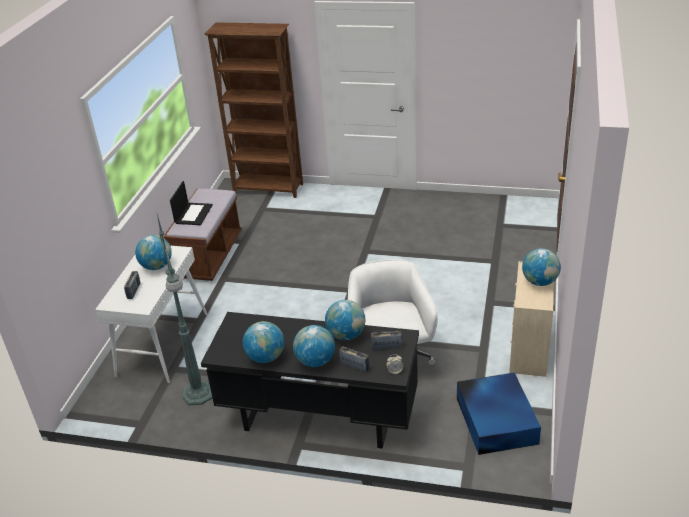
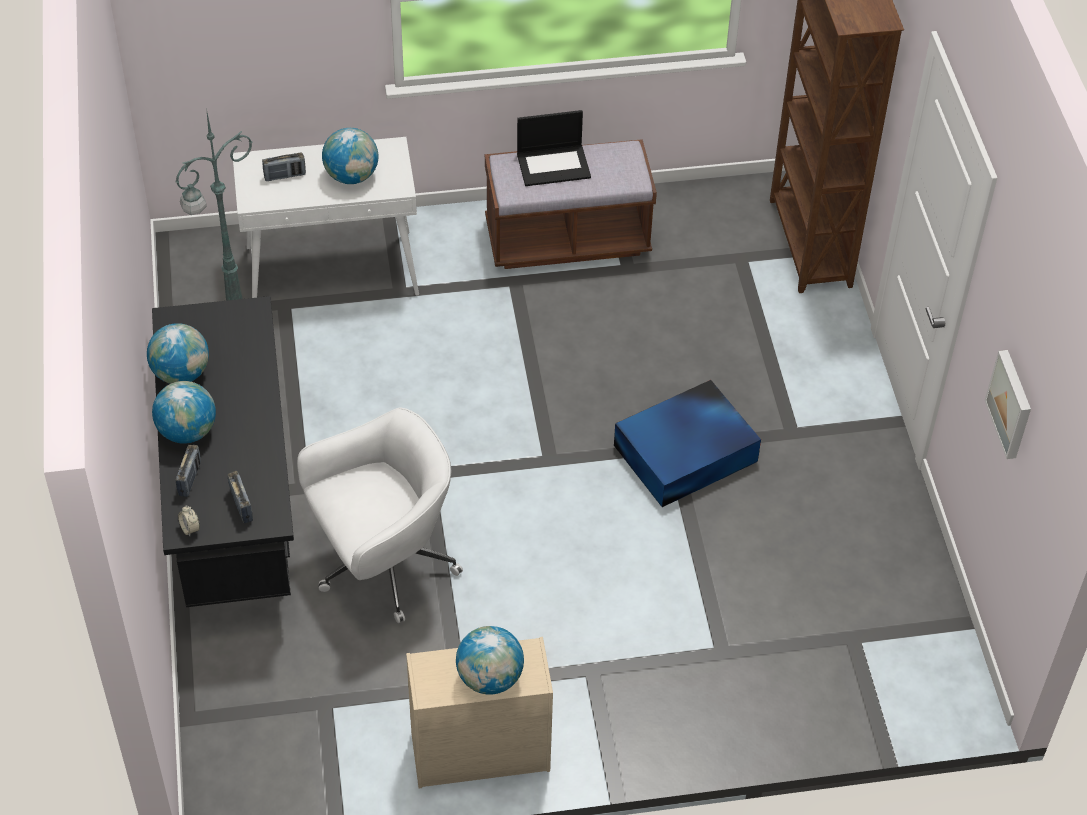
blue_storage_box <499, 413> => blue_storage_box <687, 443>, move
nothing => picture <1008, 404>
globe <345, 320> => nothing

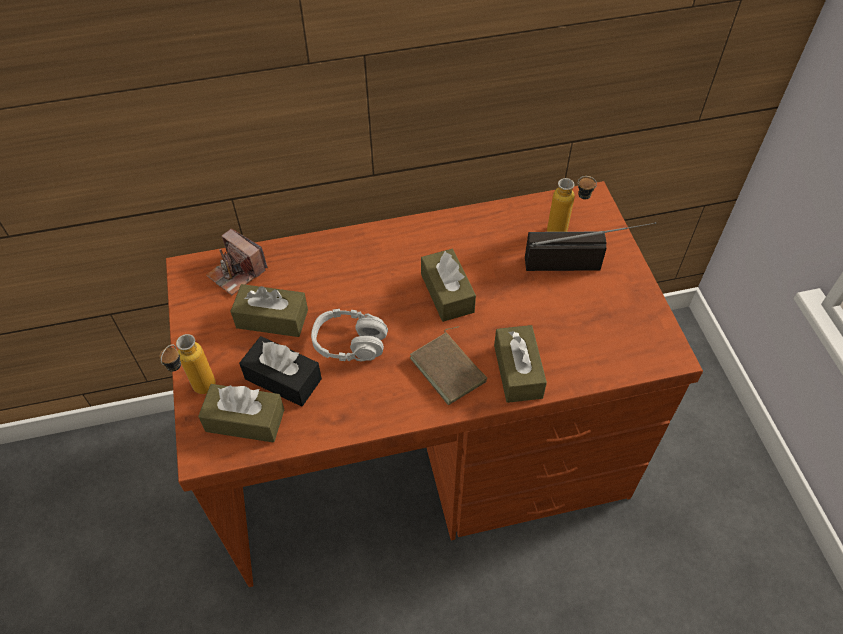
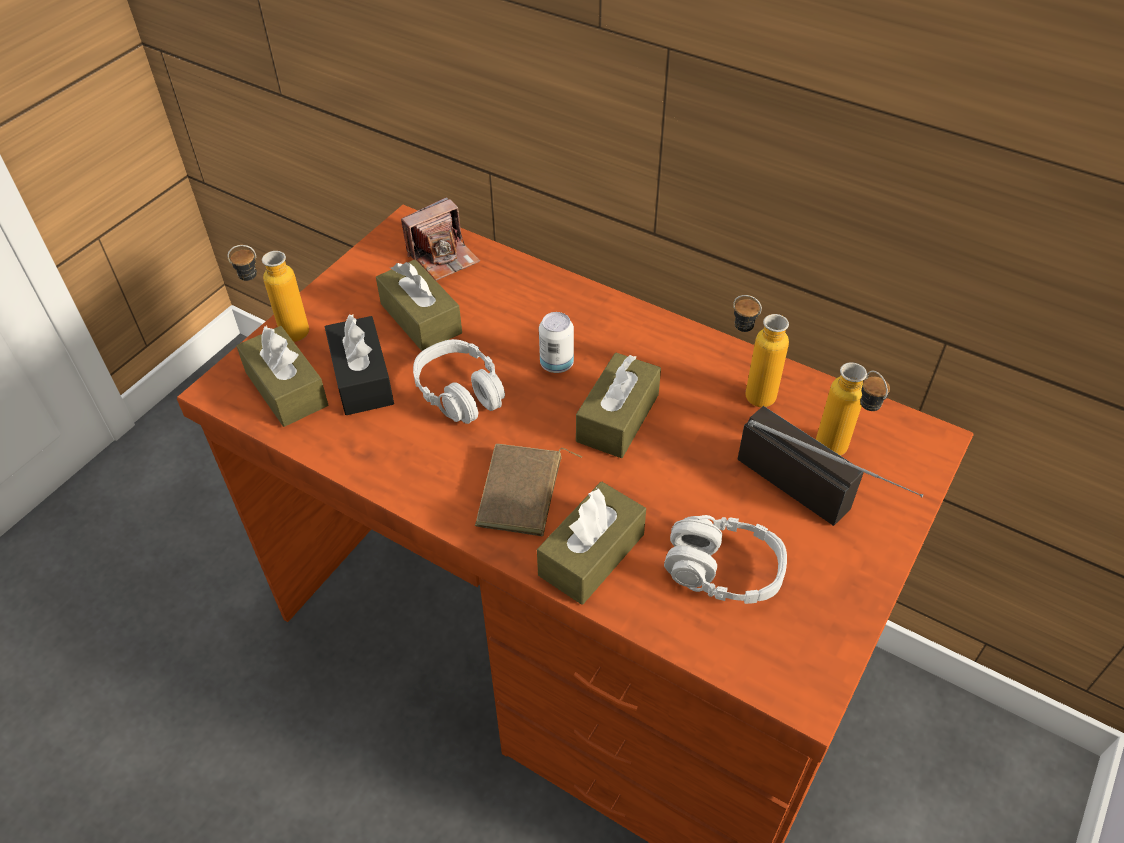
photo_camera <237, 261> => photo_camera <440, 239>, 120 degrees counterclockwise
nothing => can <556, 342>
nothing => grey_headphones <725, 559>
nothing => bottle <761, 351>

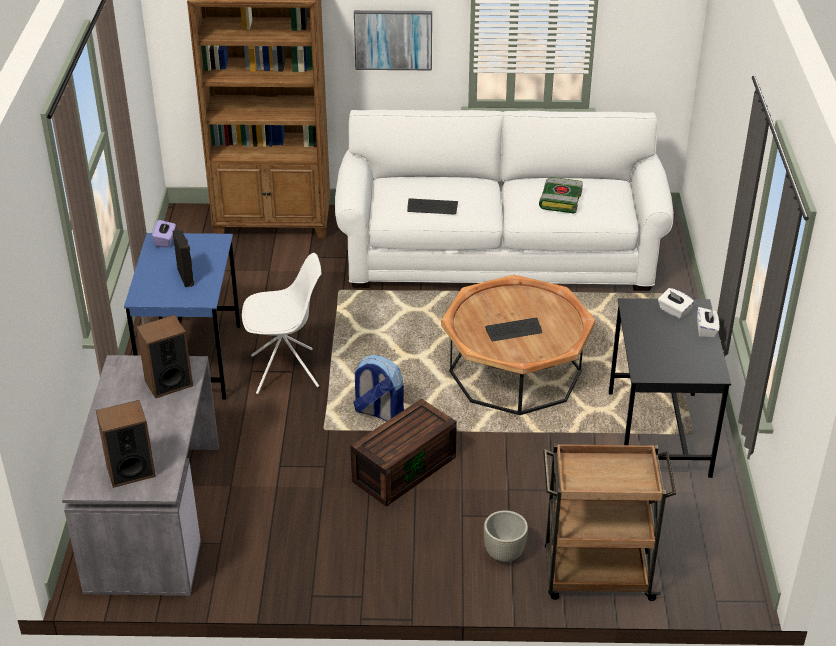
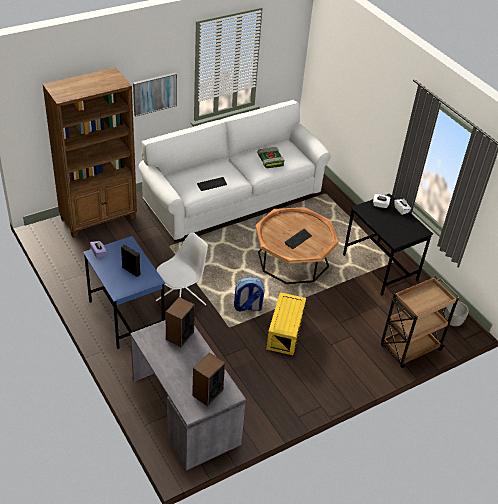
brown_storage_box <403, 452> => yellow_storage_box <286, 323>
grey_planter <506, 536> => grey_planter <457, 313>, move

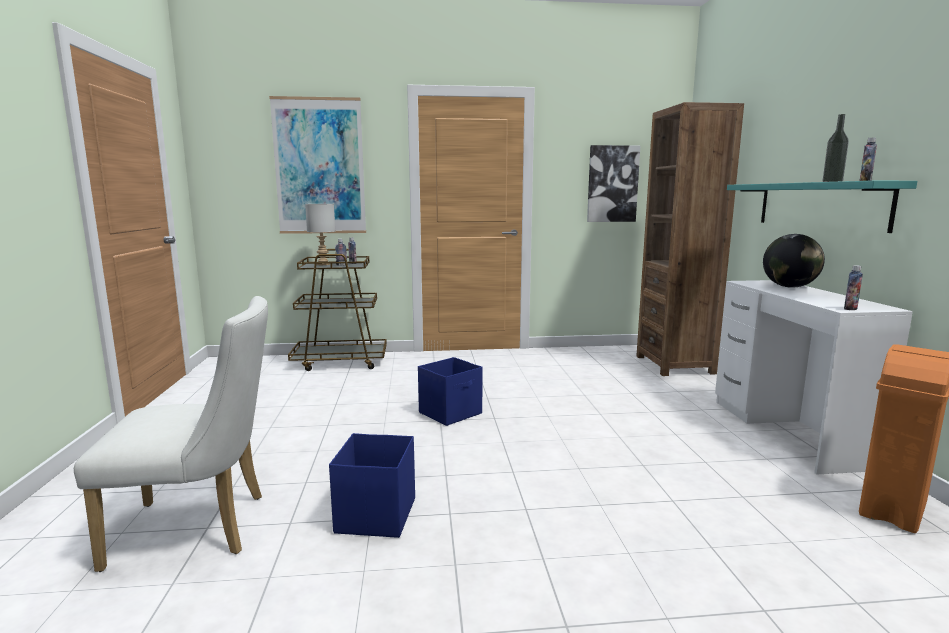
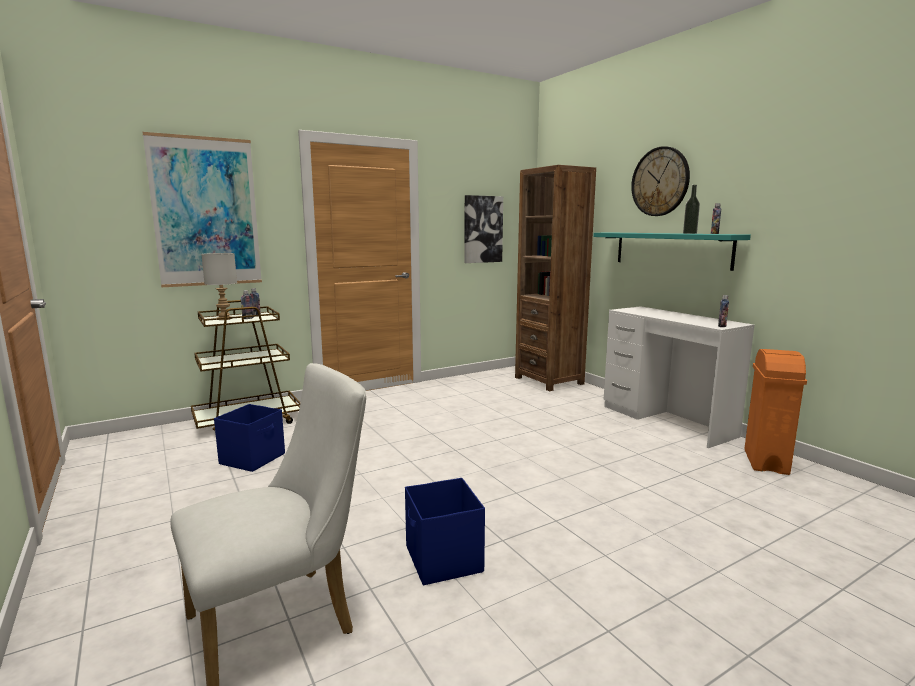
blue_storage_box <450, 391> => blue_storage_box <249, 438>, move
nothing => wall_clock <660, 181>
globe <794, 261> => nothing

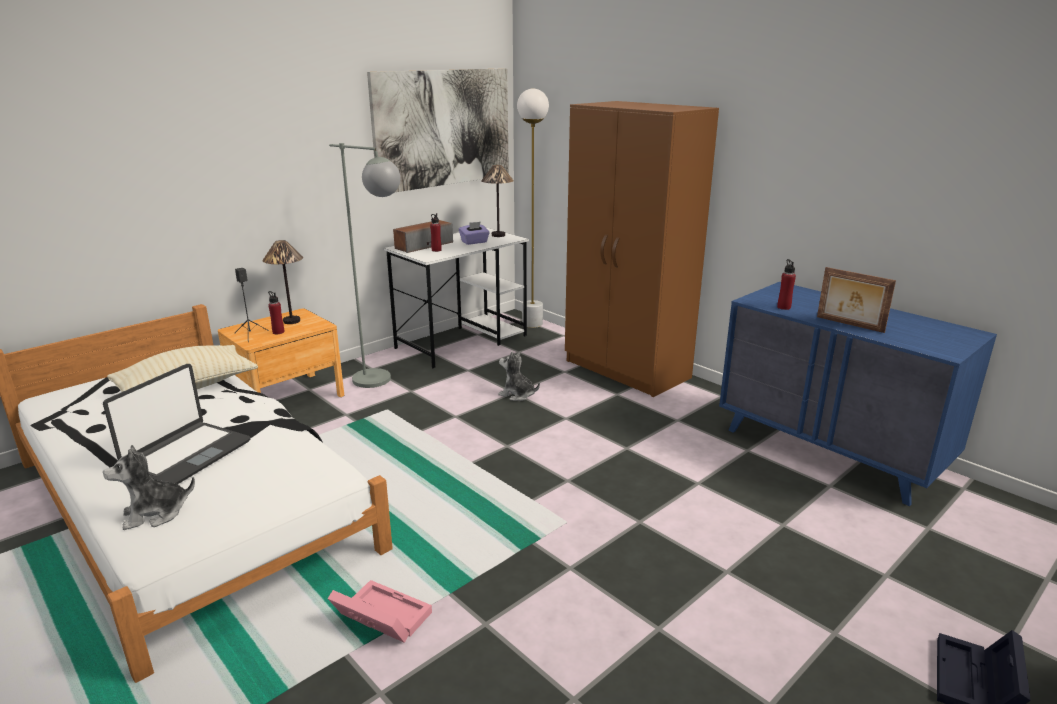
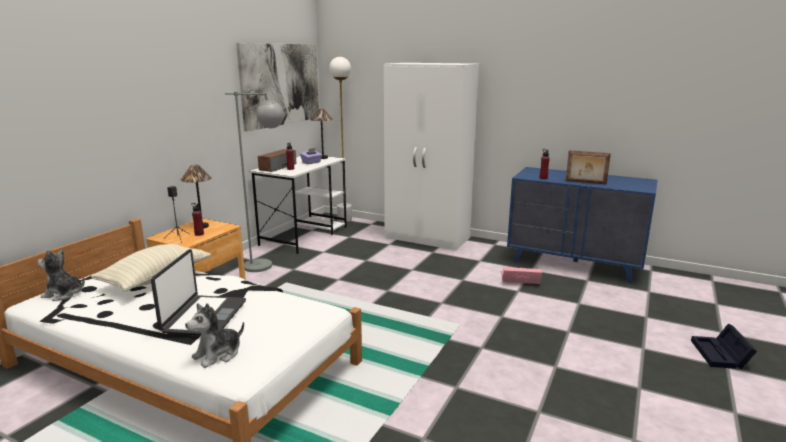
plush_toy <519, 376> => plush_toy <61, 275>, move
brown_wardrobe <642, 249> => white_wardrobe <431, 157>
pink_storage_box <380, 611> => pink_storage_box <521, 275>, move

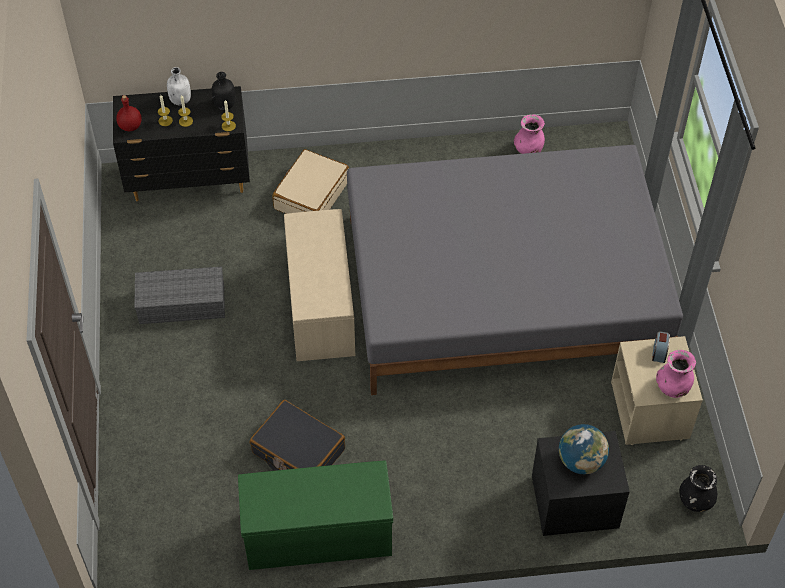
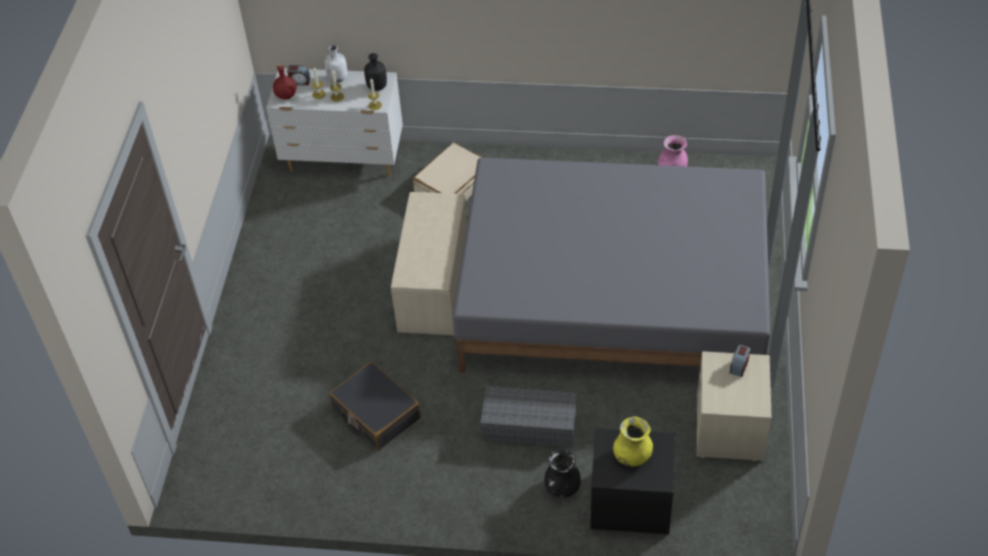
black_dresser <181, 143> => white_dresser <334, 122>
nothing => alarm_clock <298, 75>
grey_storage_box <179, 295> => grey_storage_box <529, 416>, move
black_vase <698, 488> => black_vase <562, 473>, move
globe <584, 449> => yellow_vase <633, 442>
green_bench <315, 515> => nothing
pink_vase <676, 374> => nothing

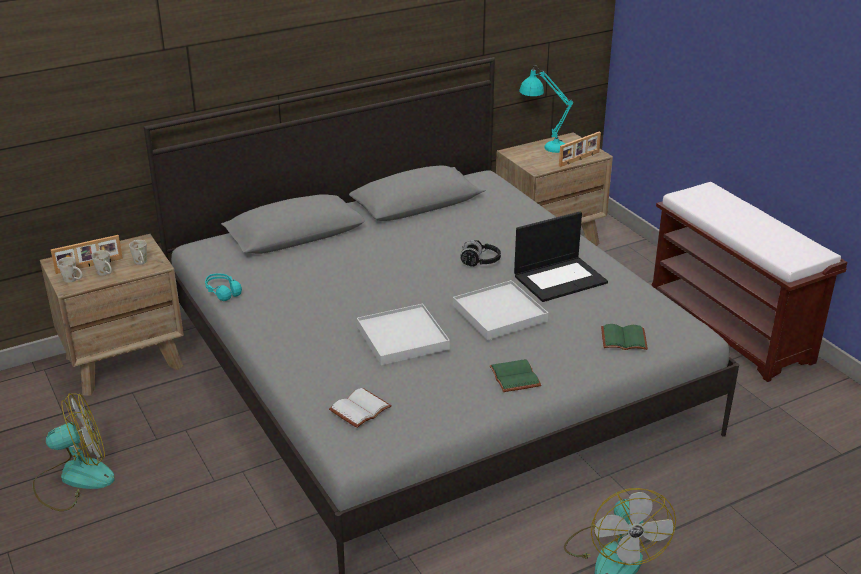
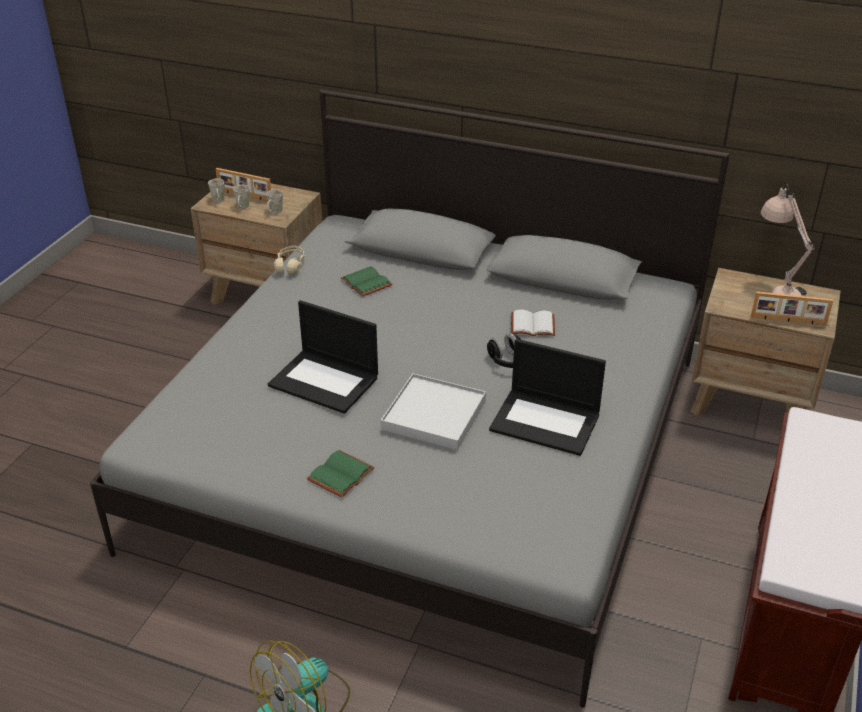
white_tray <403, 334> => laptop <323, 357>
turquoise_headphones <223, 287> => beige_headphones <289, 260>
green_book <624, 337> => green_book <366, 281>, move
white_book <360, 408> => white_book <533, 323>, move
turquoise_table_lamp <546, 109> => beige_table_lamp <787, 239>
fan <74, 452> => nothing

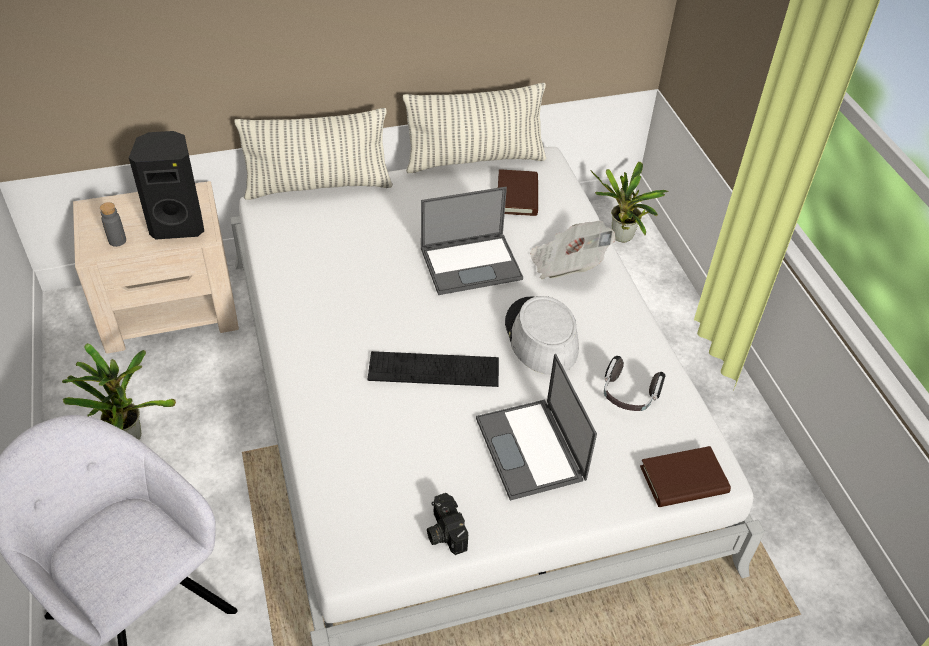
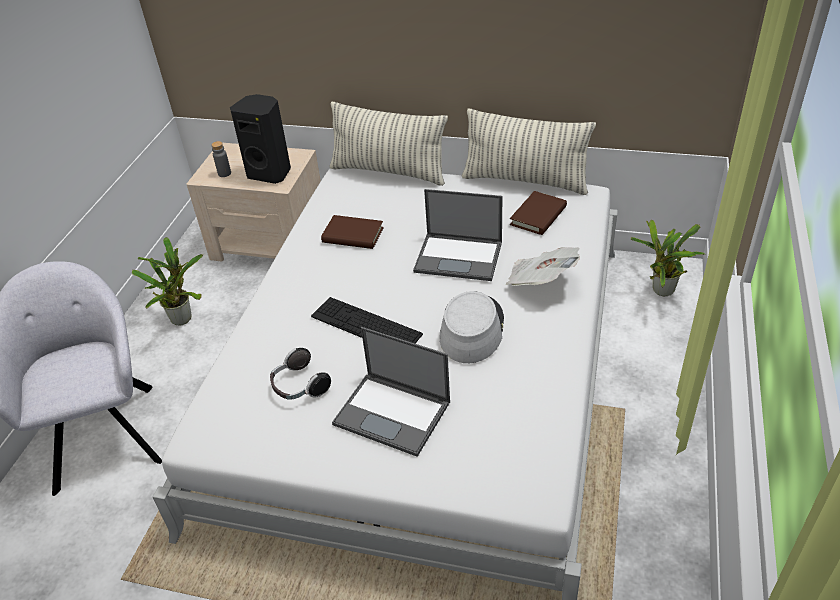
headphones <635, 383> => headphones <300, 374>, move
brown_book <685, 476> => brown_book <352, 232>, move
laptop <536, 427> => laptop <391, 392>, 75 degrees counterclockwise
photo_camera <447, 524> => nothing

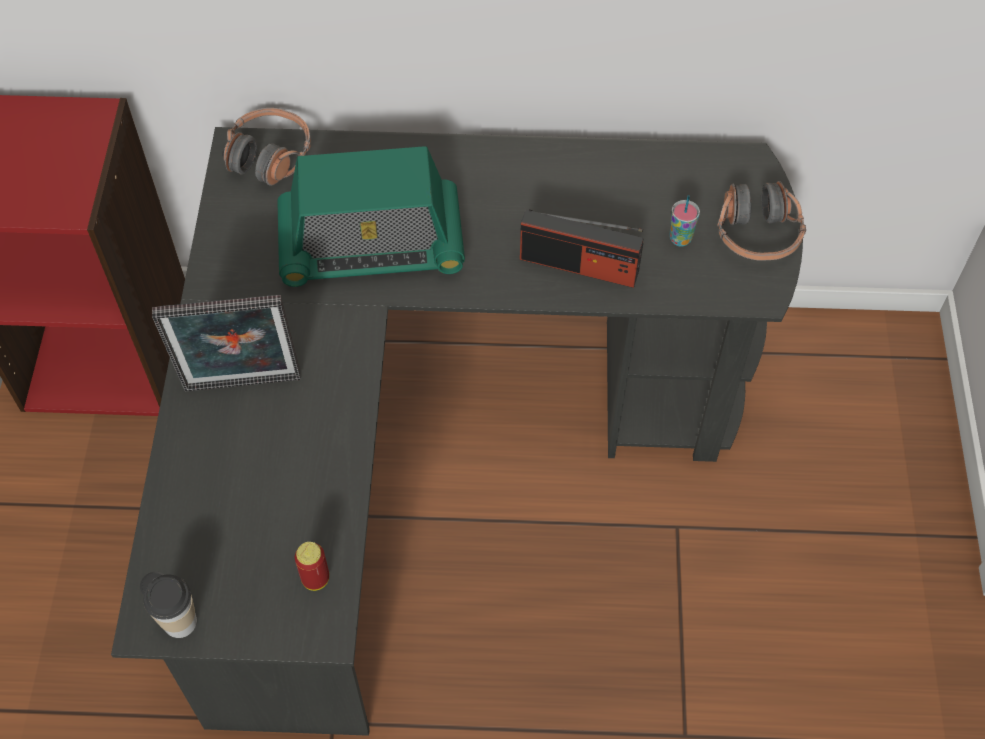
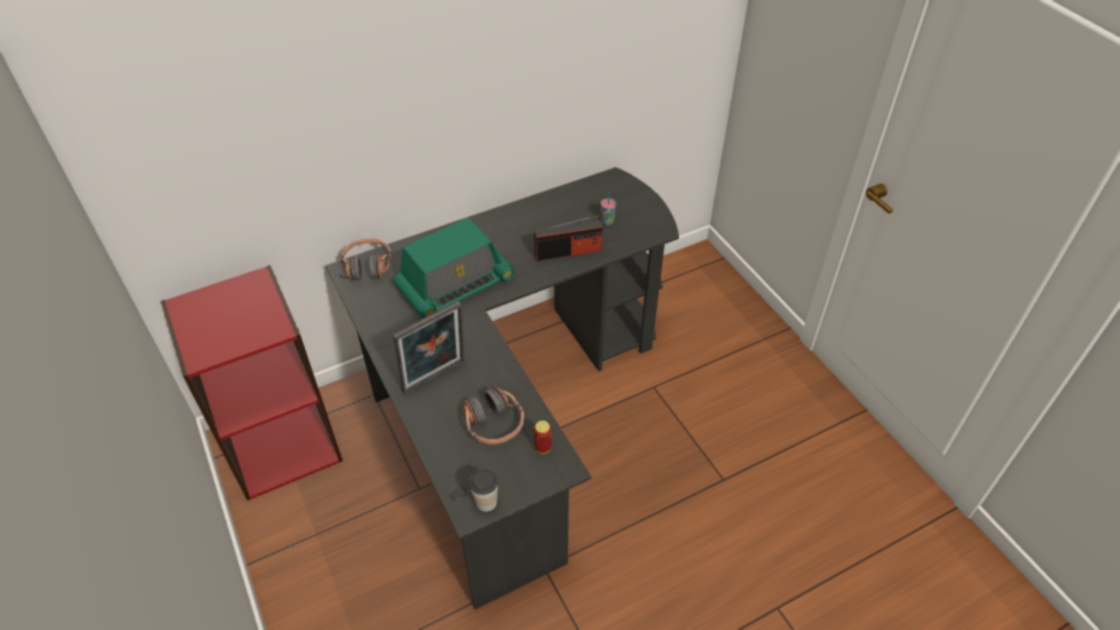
headphones <761, 221> => headphones <493, 415>, move

